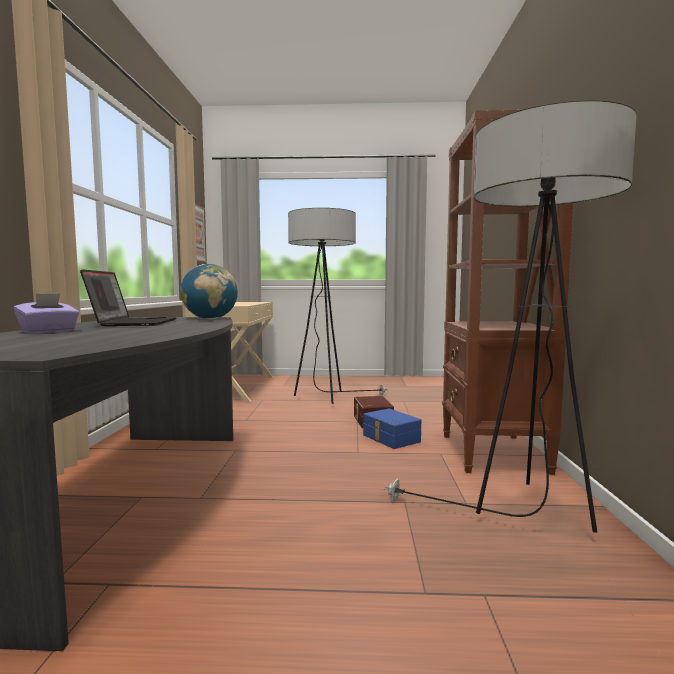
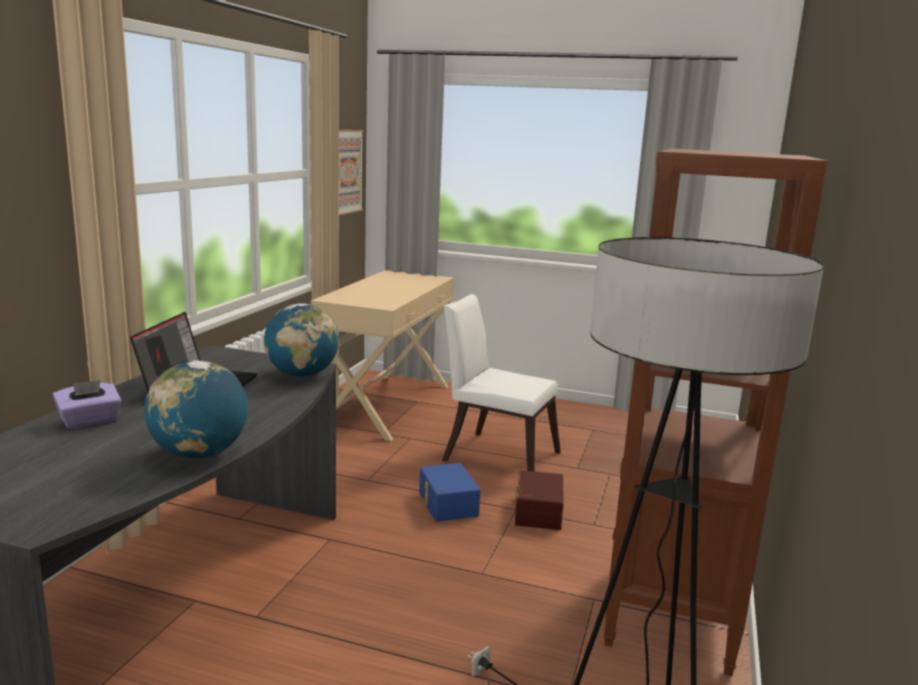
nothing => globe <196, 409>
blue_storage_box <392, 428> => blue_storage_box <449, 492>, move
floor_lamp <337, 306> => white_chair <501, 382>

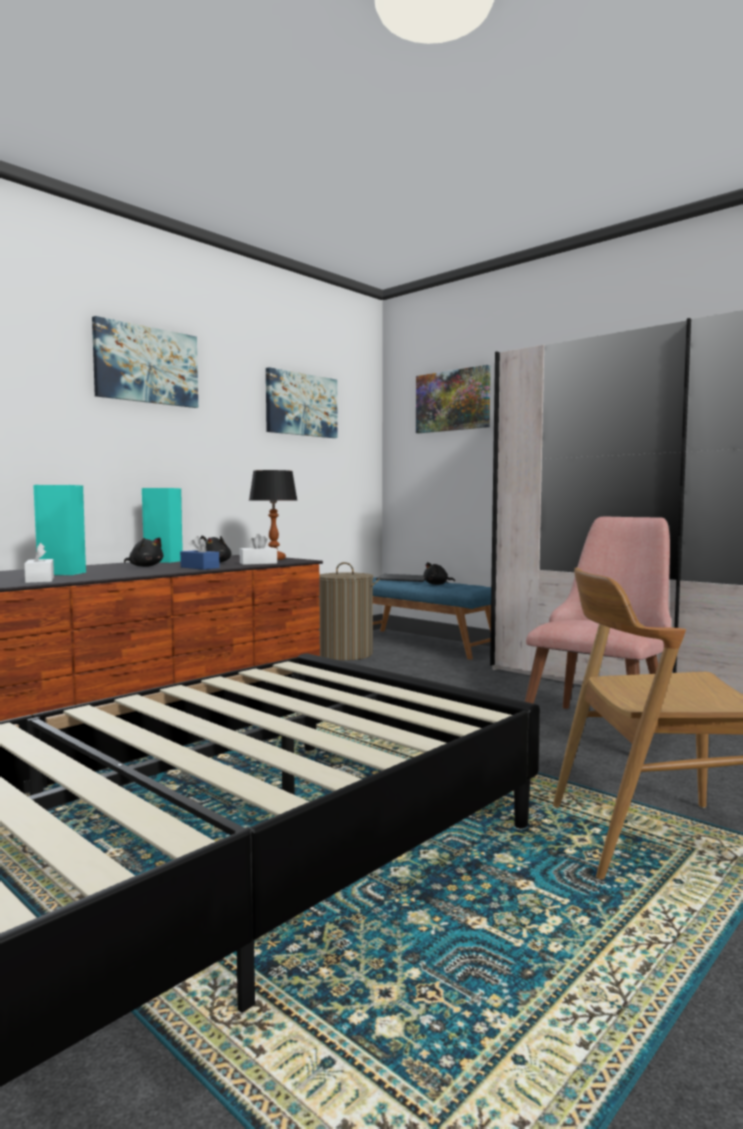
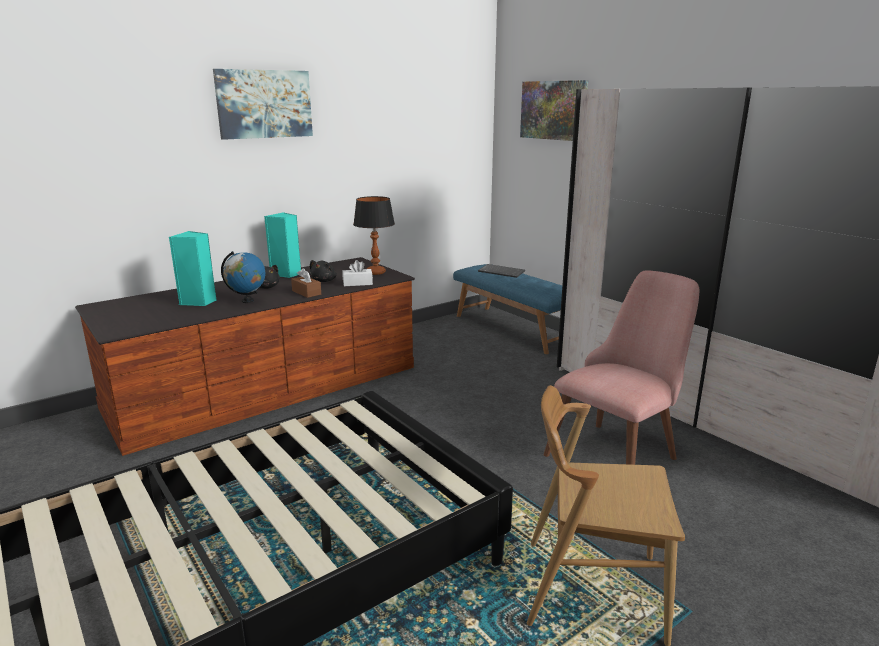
nothing => globe <243, 277>
blue_tissue_box <200, 553> => brown_tissue_box <306, 283>
white_tissue_box <39, 562> => nothing
picture <302, 402> => nothing
laundry_basket <349, 611> => nothing
black_plush_toy <439, 573> => nothing

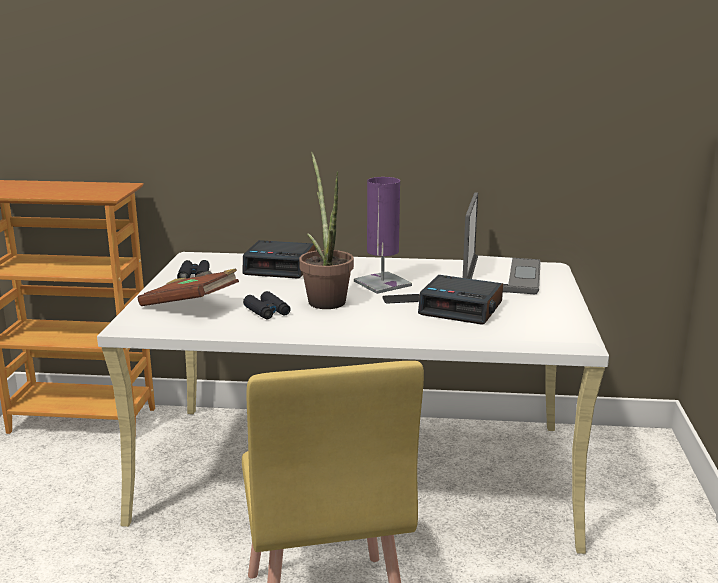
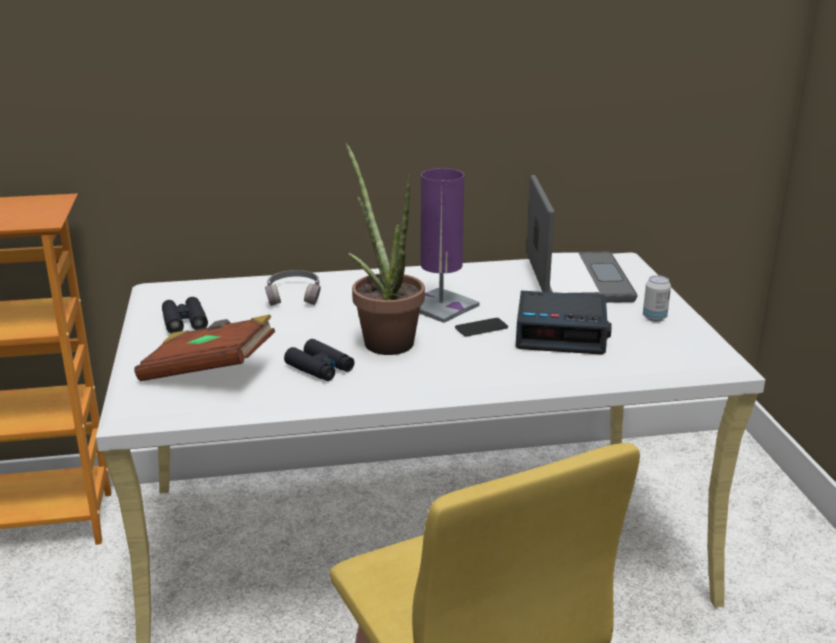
alarm_clock <278, 259> => grey_headphones <293, 288>
nothing => can <657, 298>

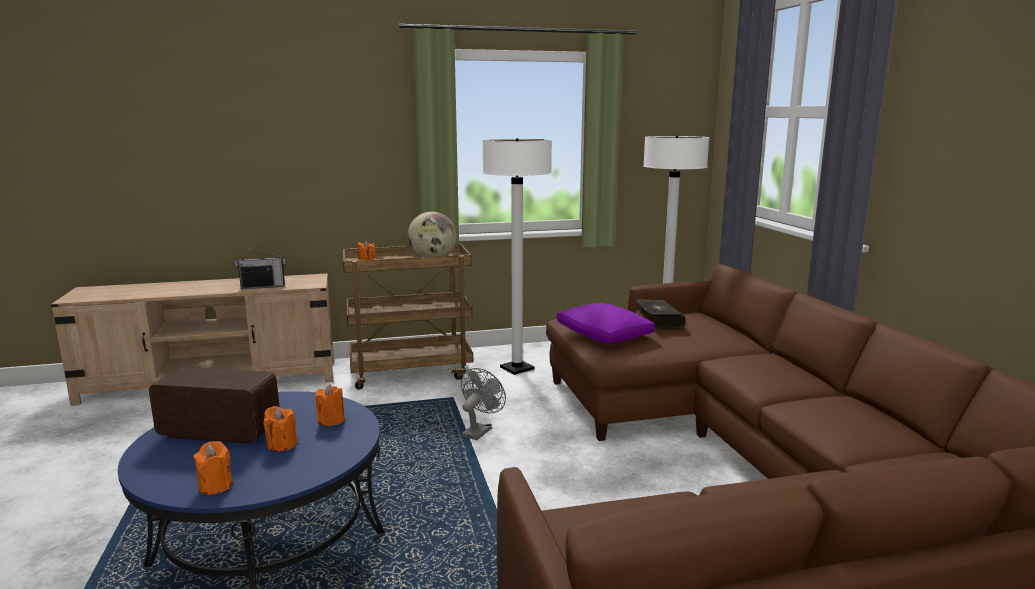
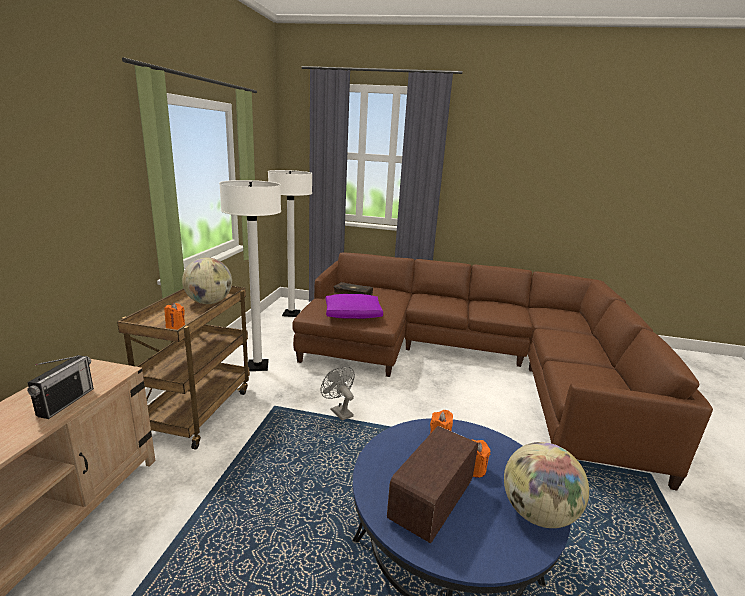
orange_candle <213, 468> => globe <546, 485>

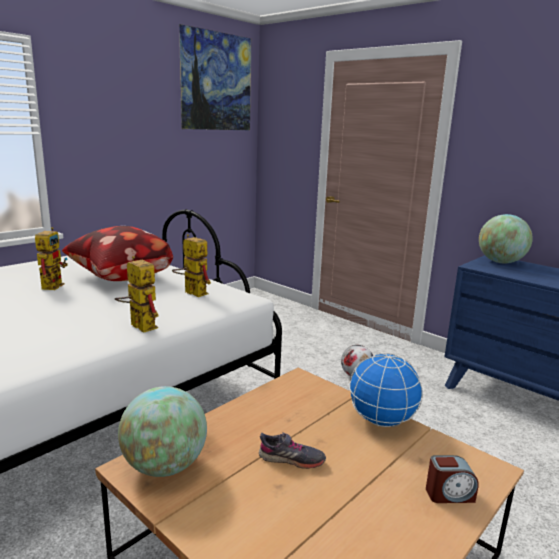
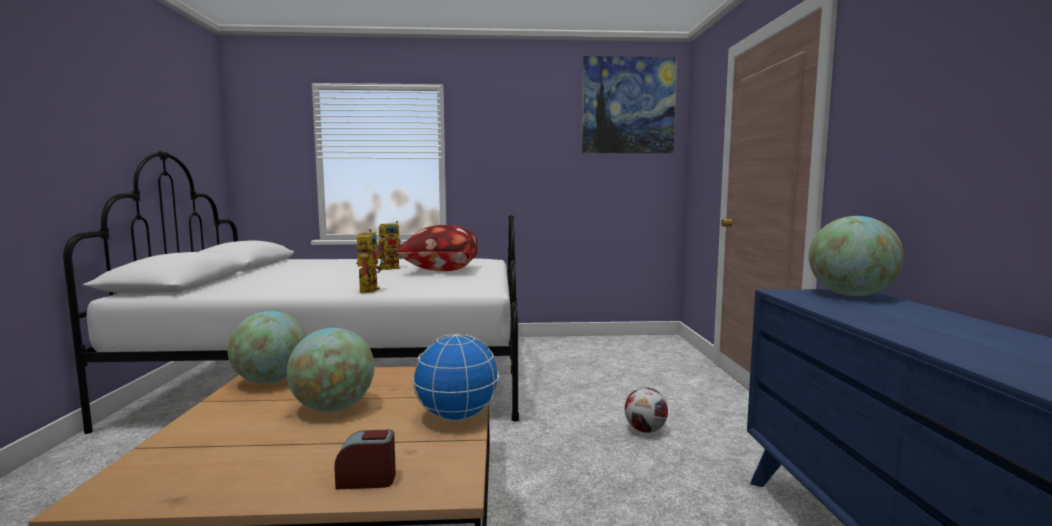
grey_shoe <292, 450> => globe <330, 370>
alarm_clock <452, 479> => alarm_clock <365, 460>, 135 degrees clockwise
toy_robot <191, 265> => nothing

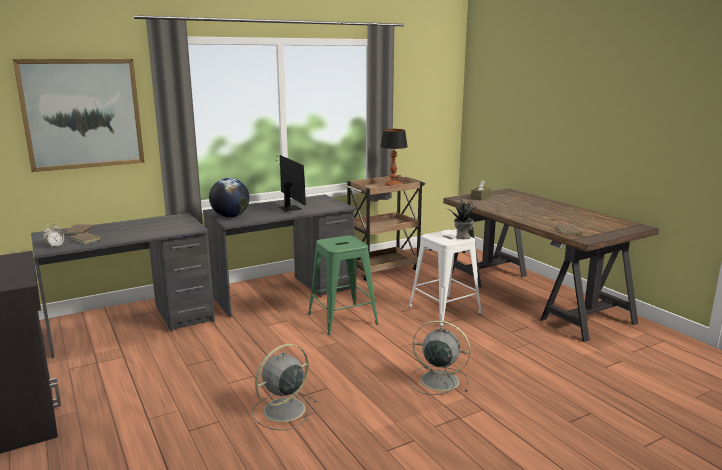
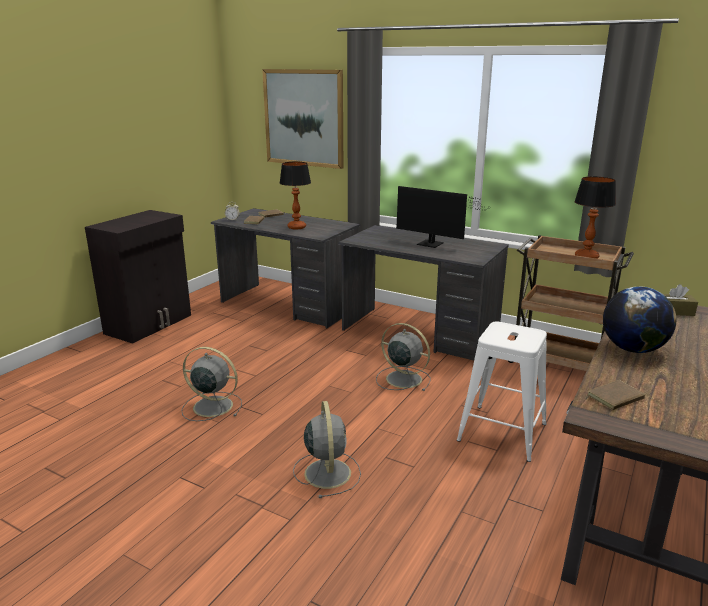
nothing => table_lamp <295, 195>
green_stool <343, 285> => grey_fan <403, 357>
monitor <290, 183> => monitor <443, 217>, 90 degrees clockwise
globe <229, 197> => globe <639, 319>, move
potted_plant <462, 218> => nothing

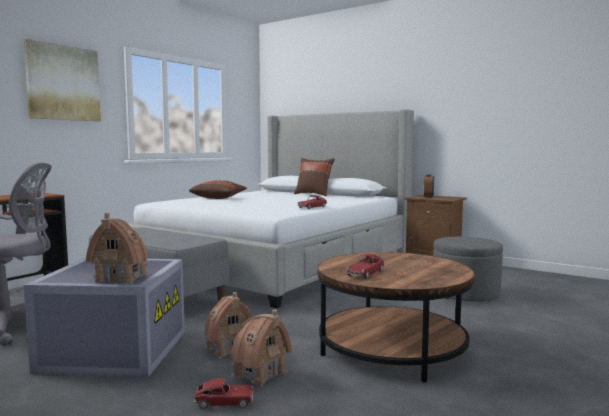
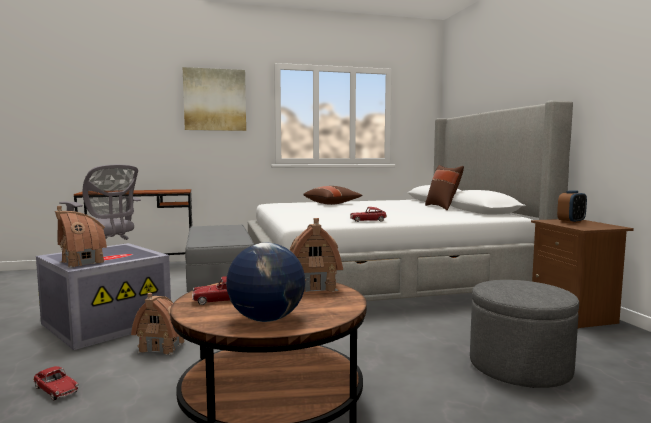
nothing => globe <265, 282>
toy_house <261, 348> => toy_house <316, 255>, move

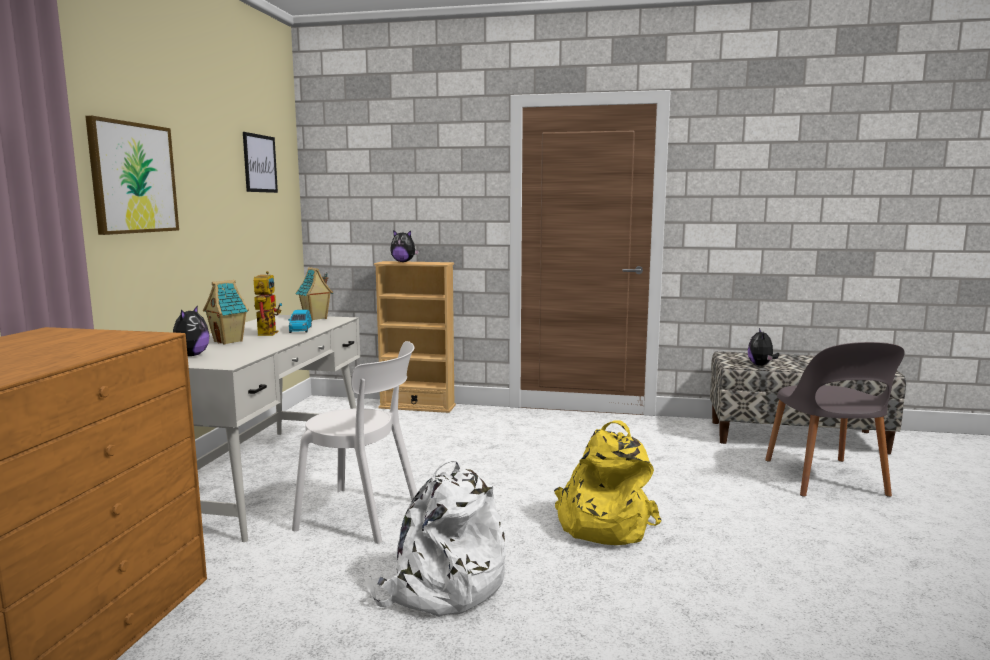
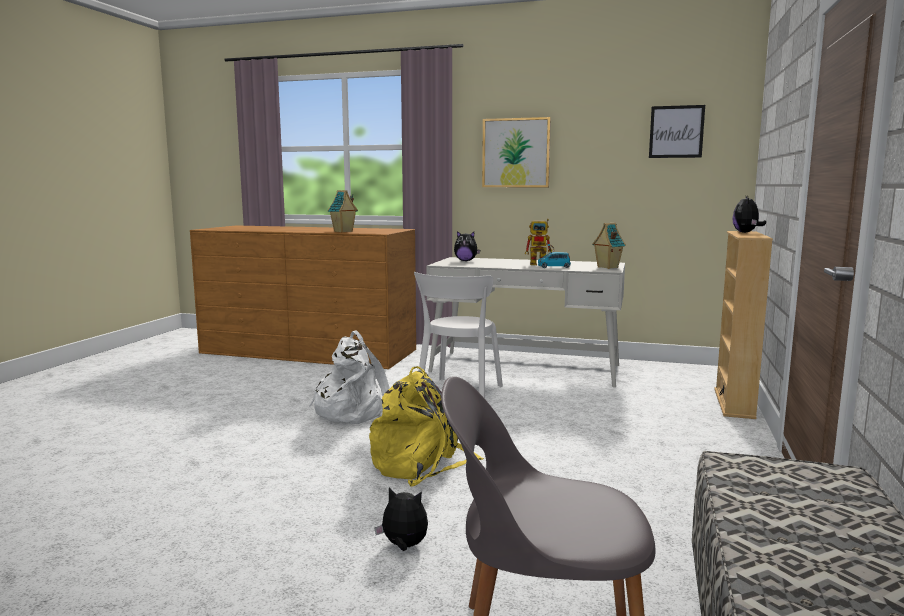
toy_house <226, 312> => toy_house <343, 211>, move
plush_toy <763, 347> => plush_toy <401, 519>, move

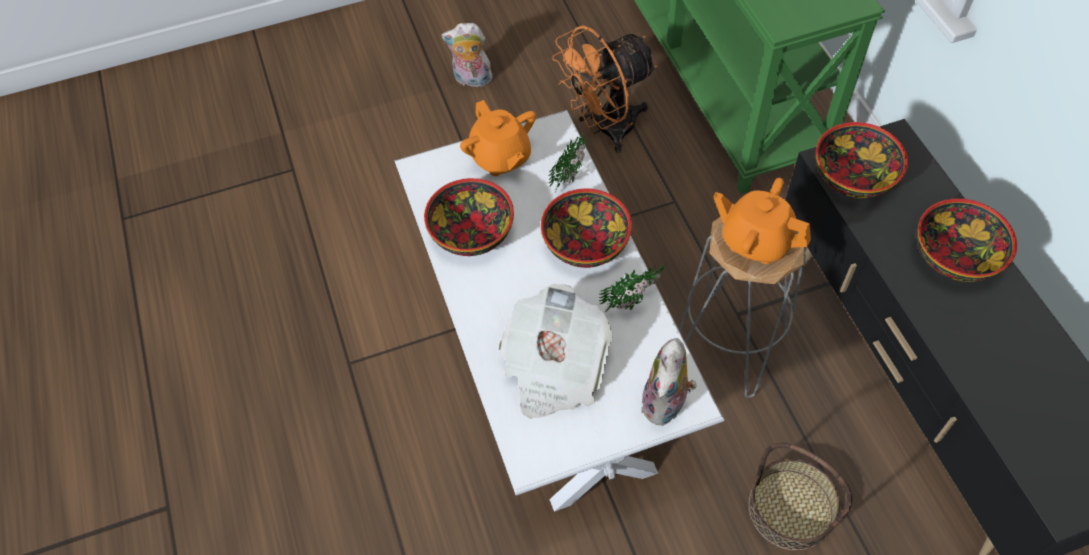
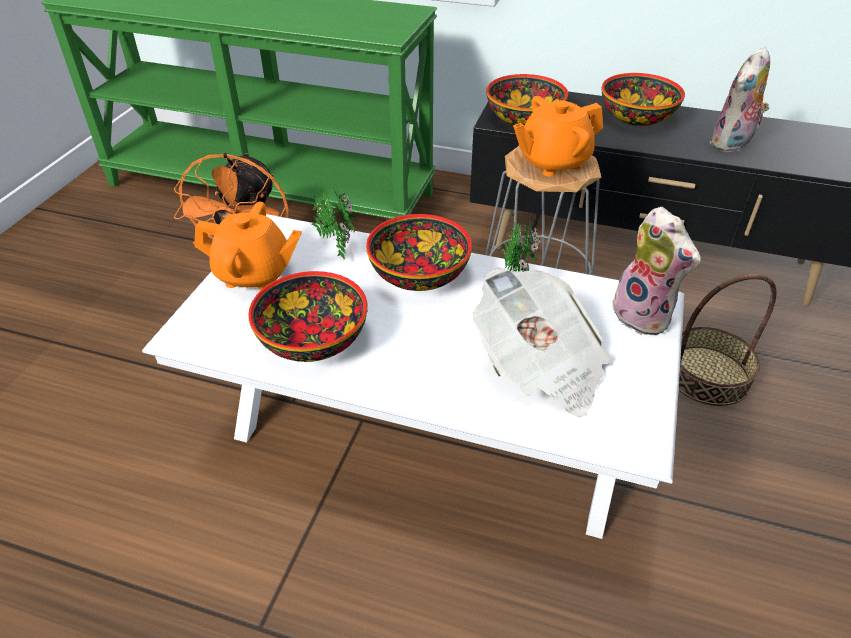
plush_toy <467, 55> => plush_toy <740, 100>, move

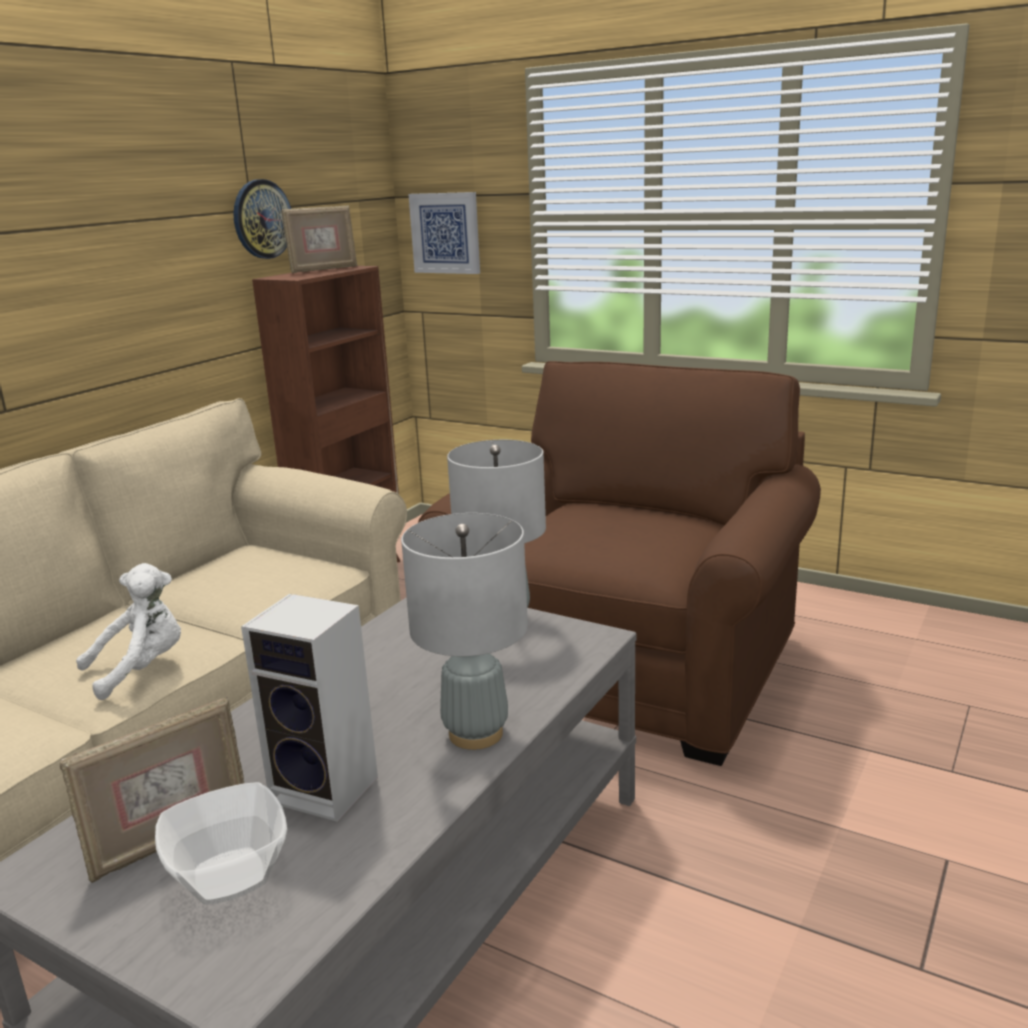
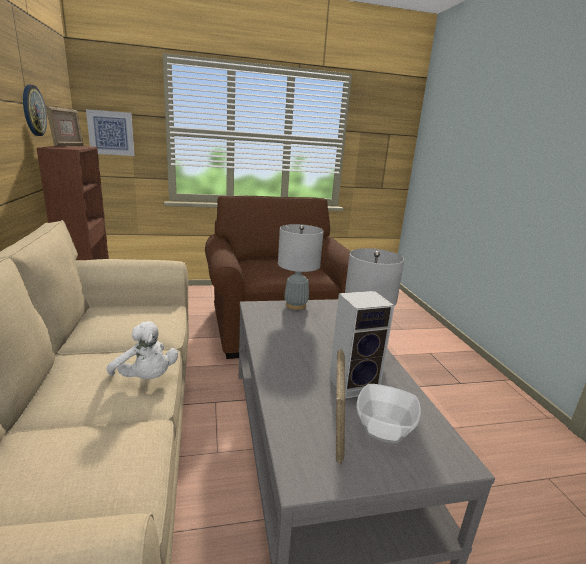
white_plush_toy <128, 631> => white_plush_toy <142, 350>, 120 degrees clockwise

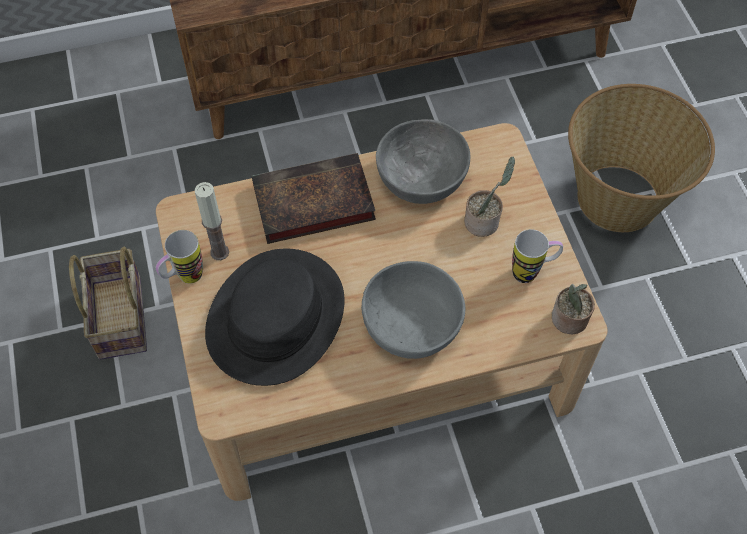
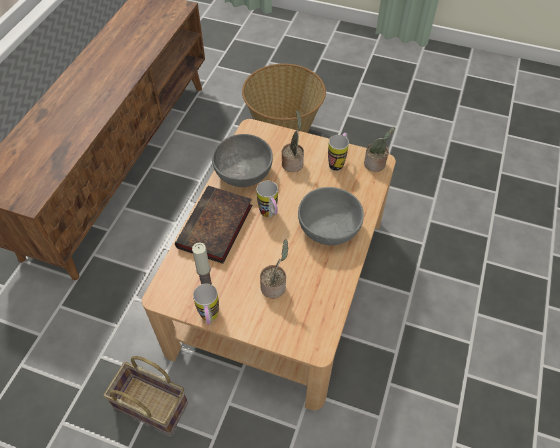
nothing => mug <267, 199>
black_hat <275, 317> => potted_plant <274, 269>

